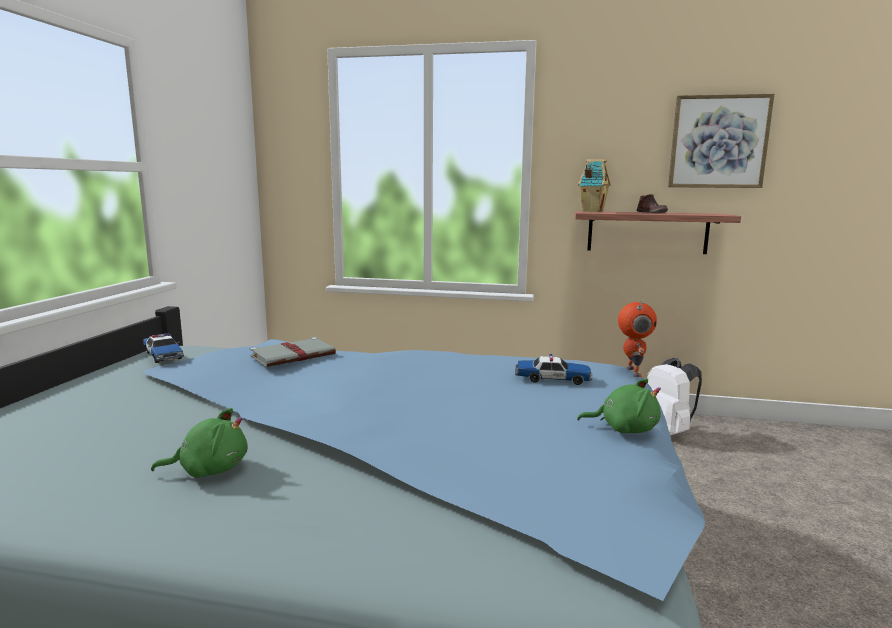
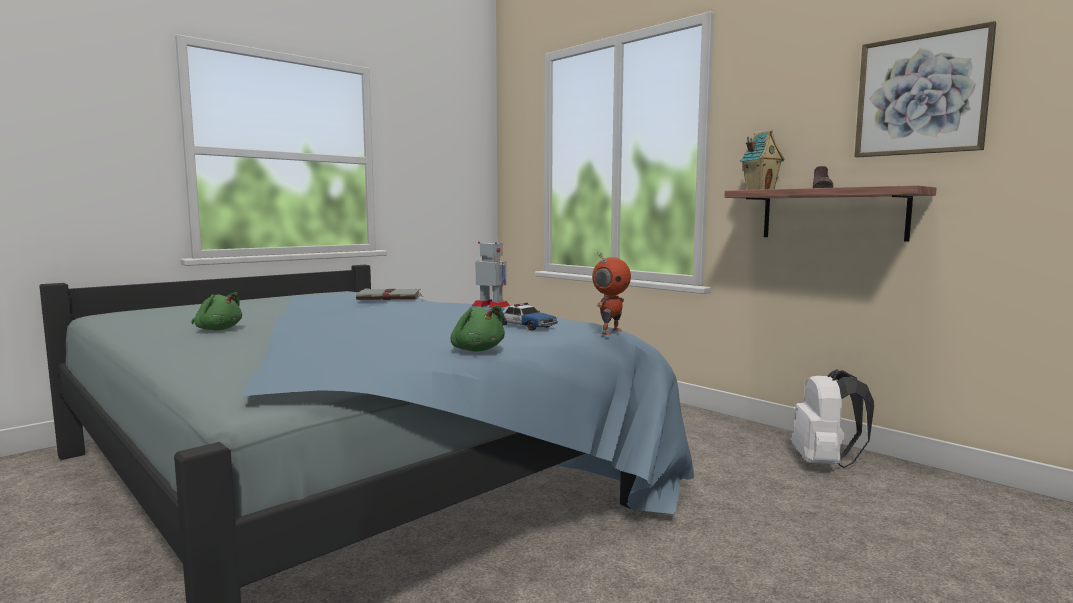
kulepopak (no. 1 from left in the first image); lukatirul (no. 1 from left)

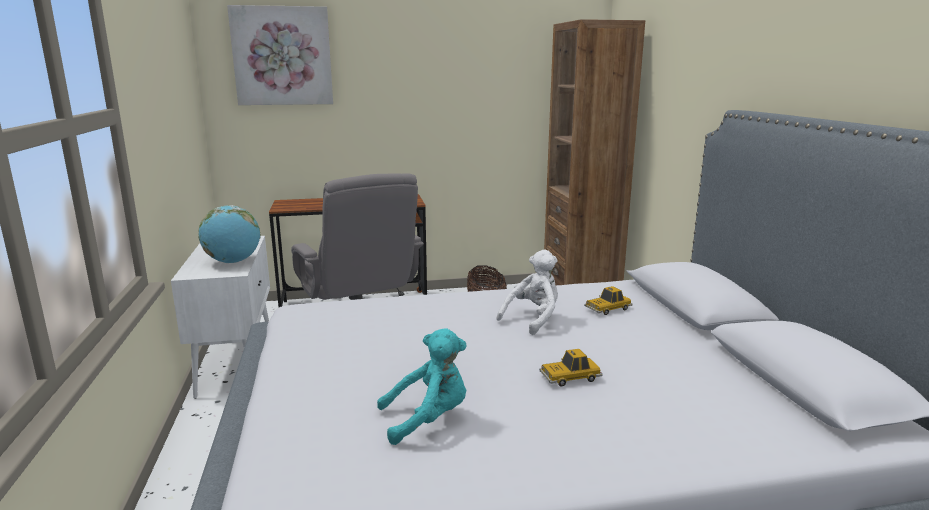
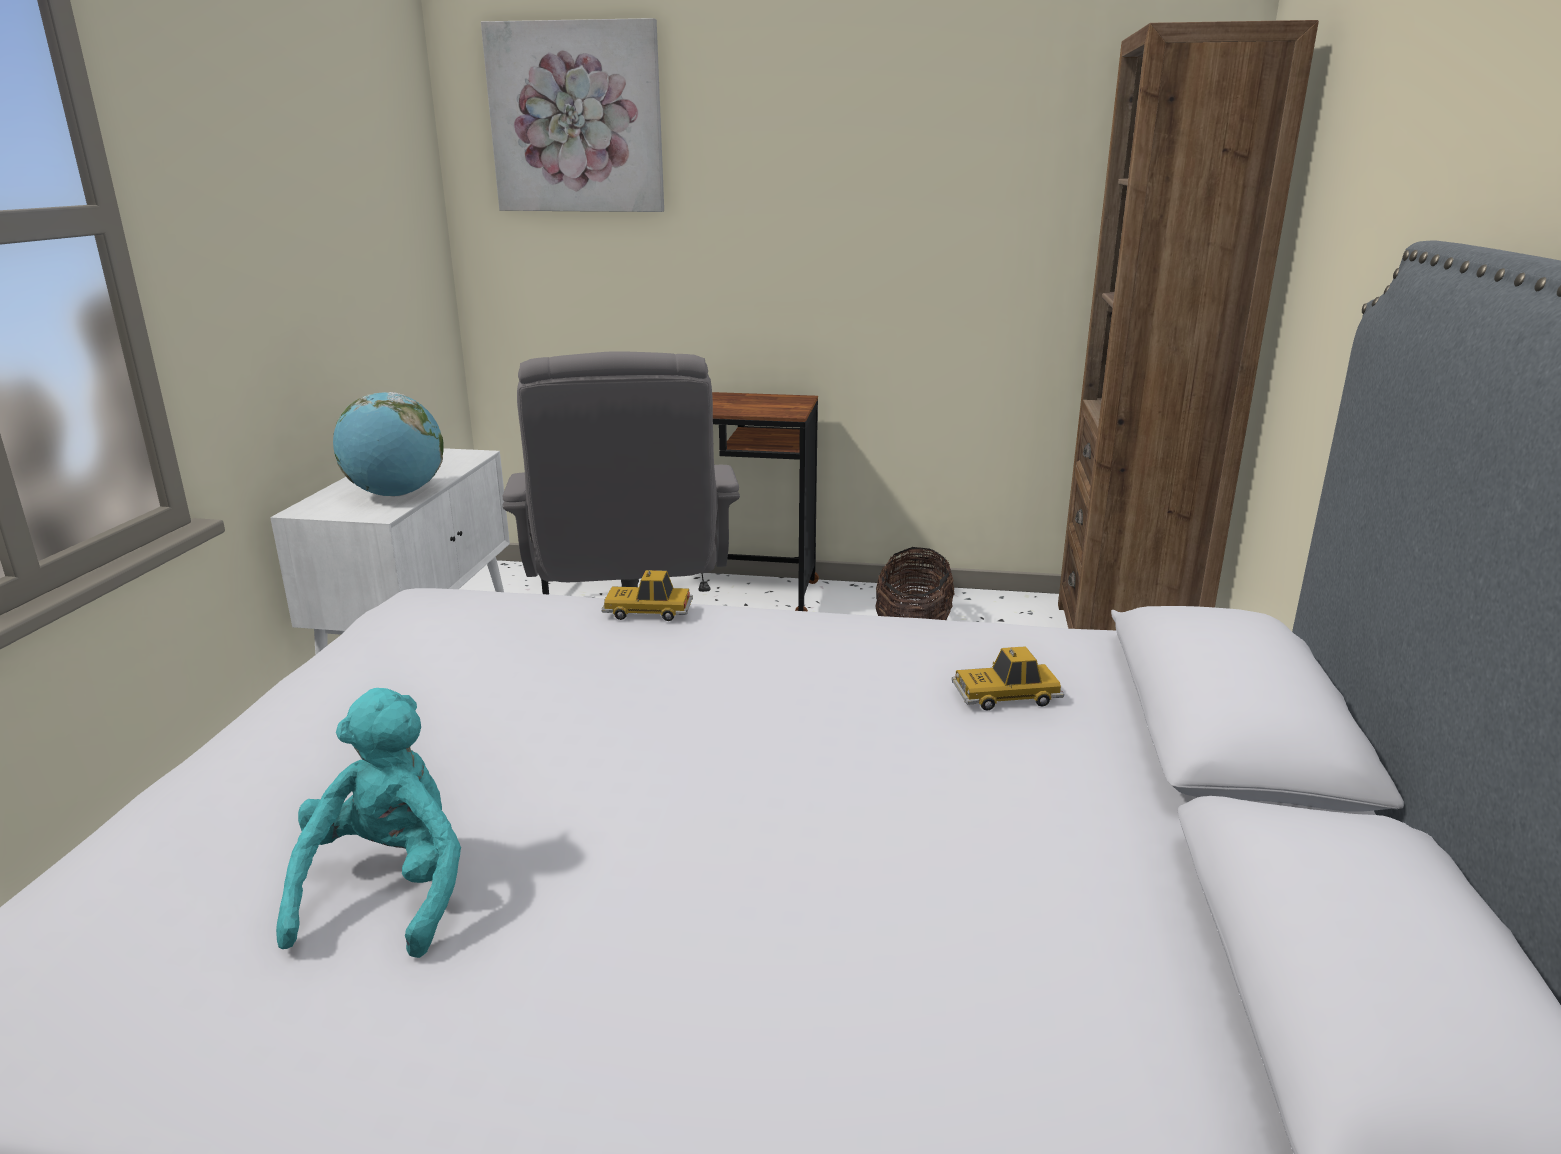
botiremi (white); kulepopak (no. 1 from left); botiremi (turquoise)

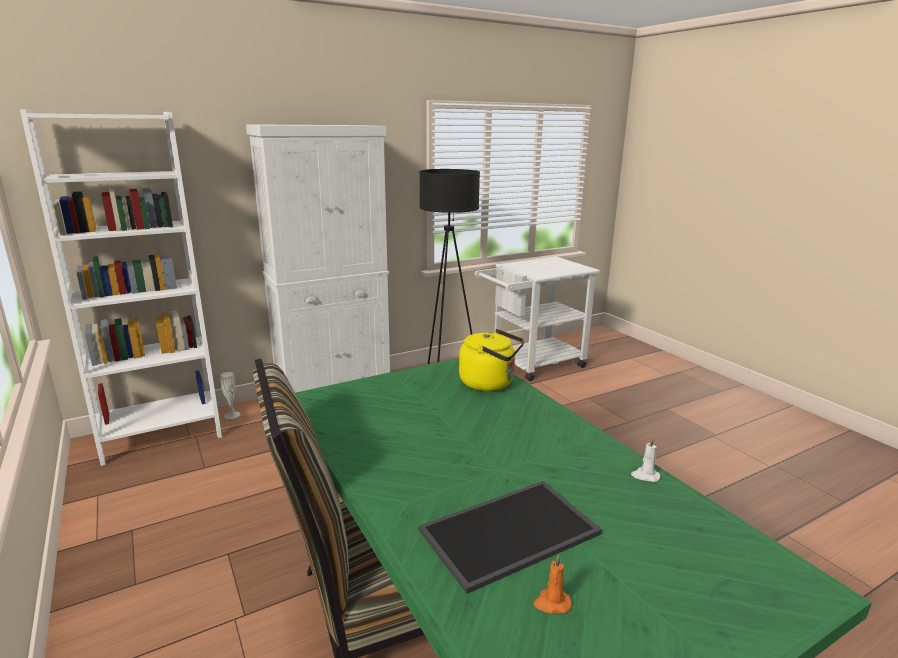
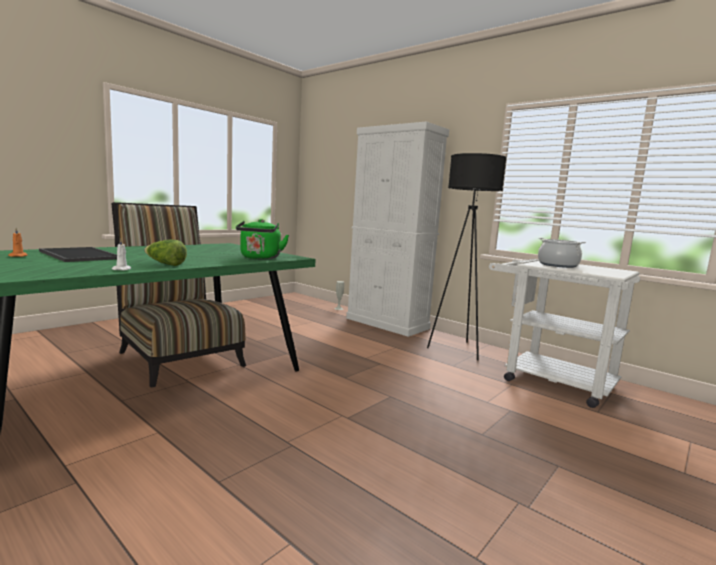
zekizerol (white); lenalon; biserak; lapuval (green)

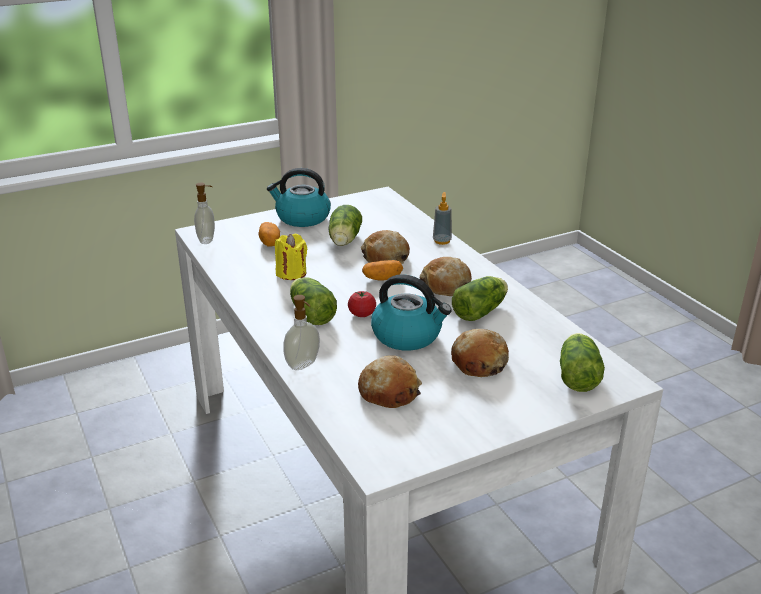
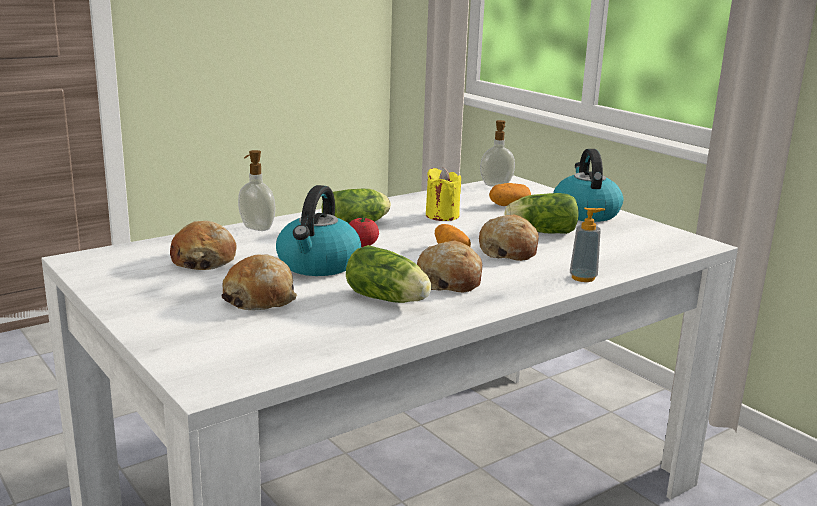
lenalon (no. 4 from left in the first image)

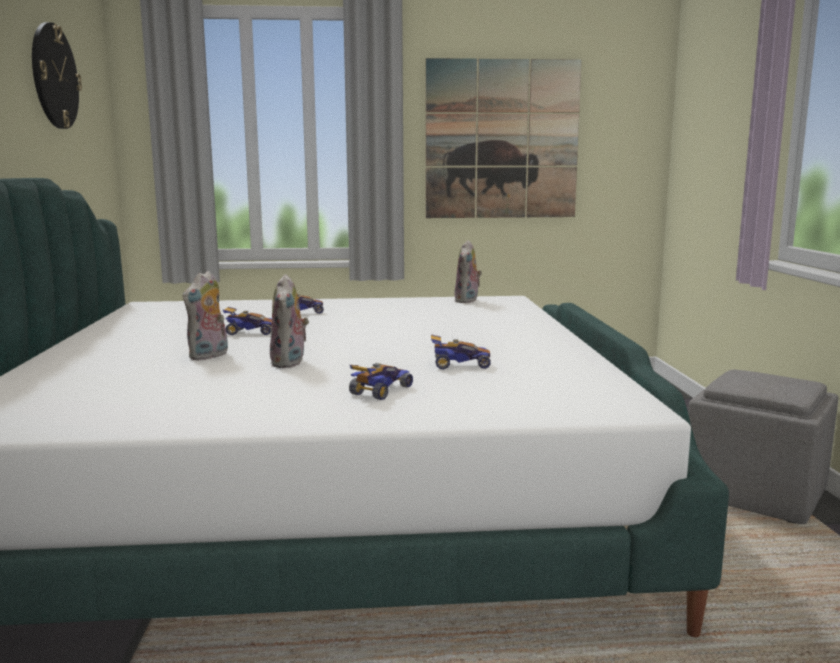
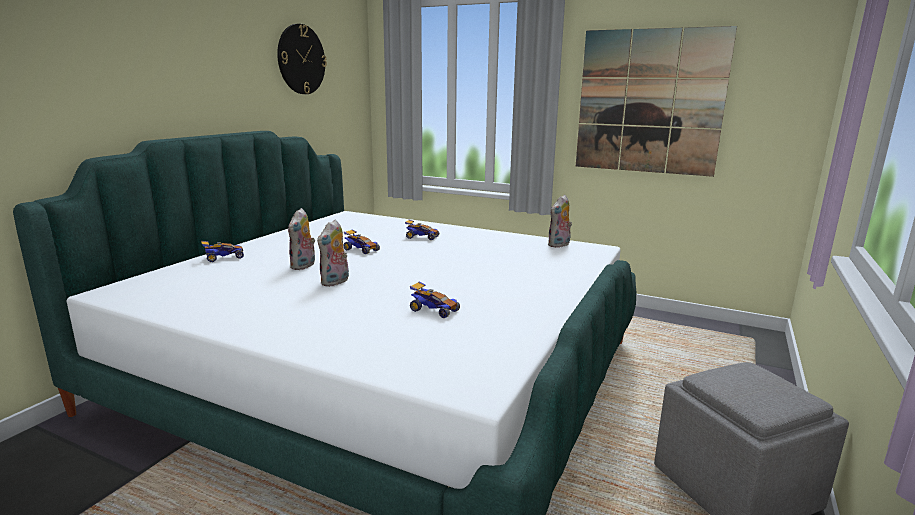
kulepopak (no. 1 from left); botiremi (no. 1 from left)

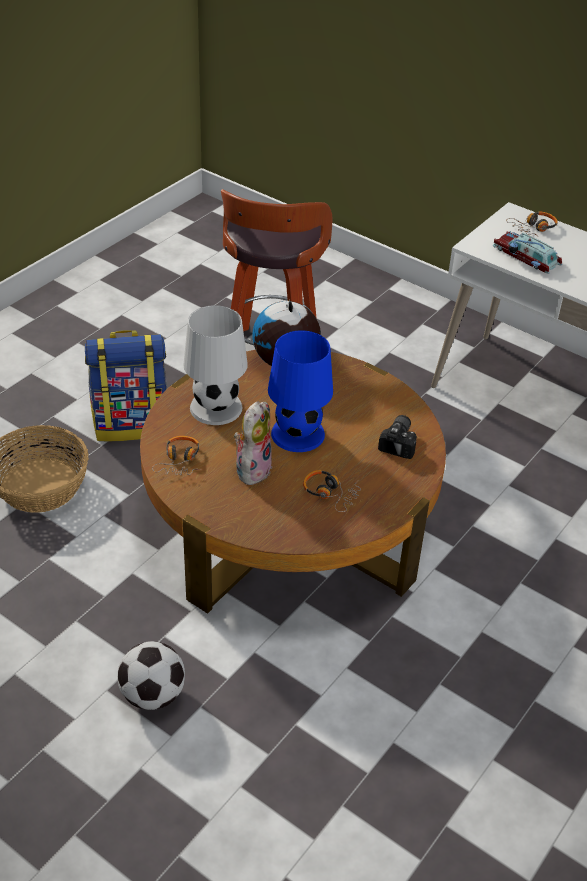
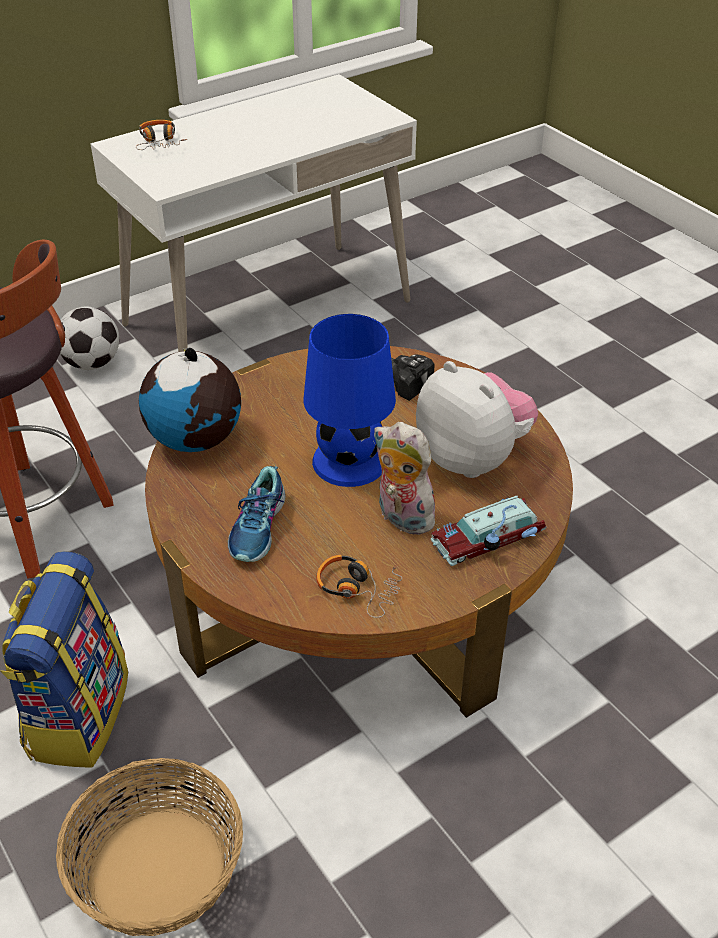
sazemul; kulepopak; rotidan; botiremi (no. 2 from left)

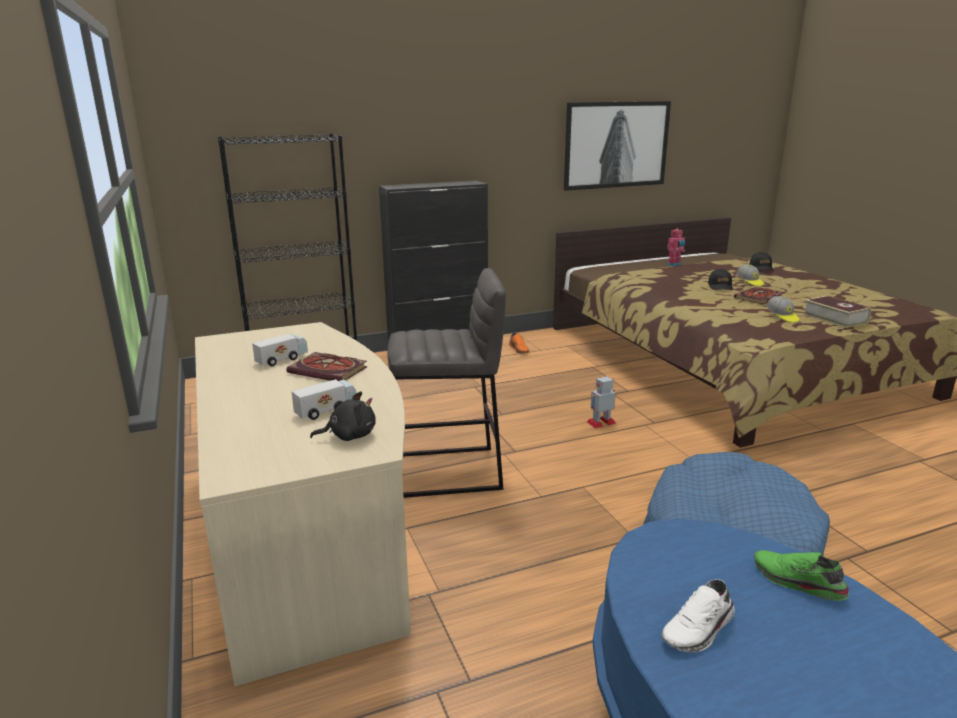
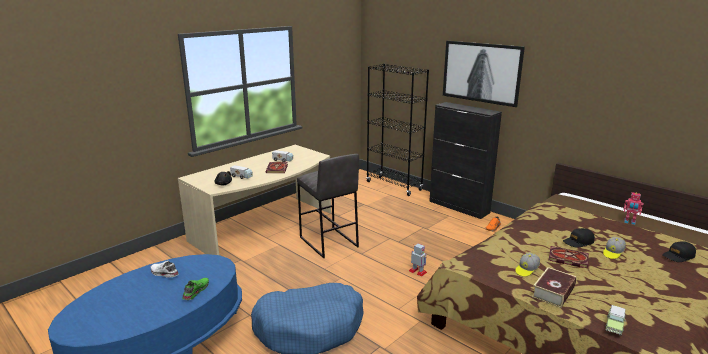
kulepopak; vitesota

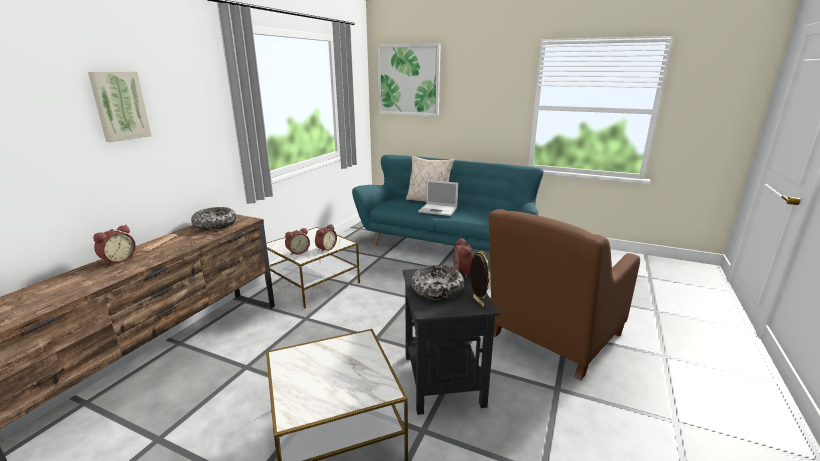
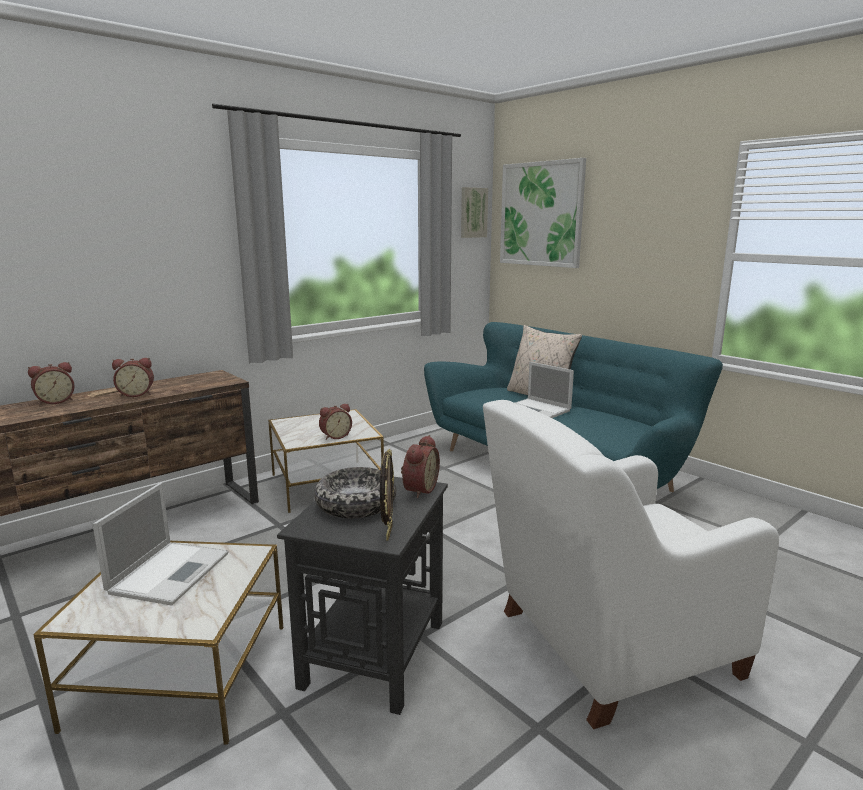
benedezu (no. 1 from left in the first image); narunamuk (no. 1 from left); vitesota (no. 1 from left); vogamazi (no. 2 from left); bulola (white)

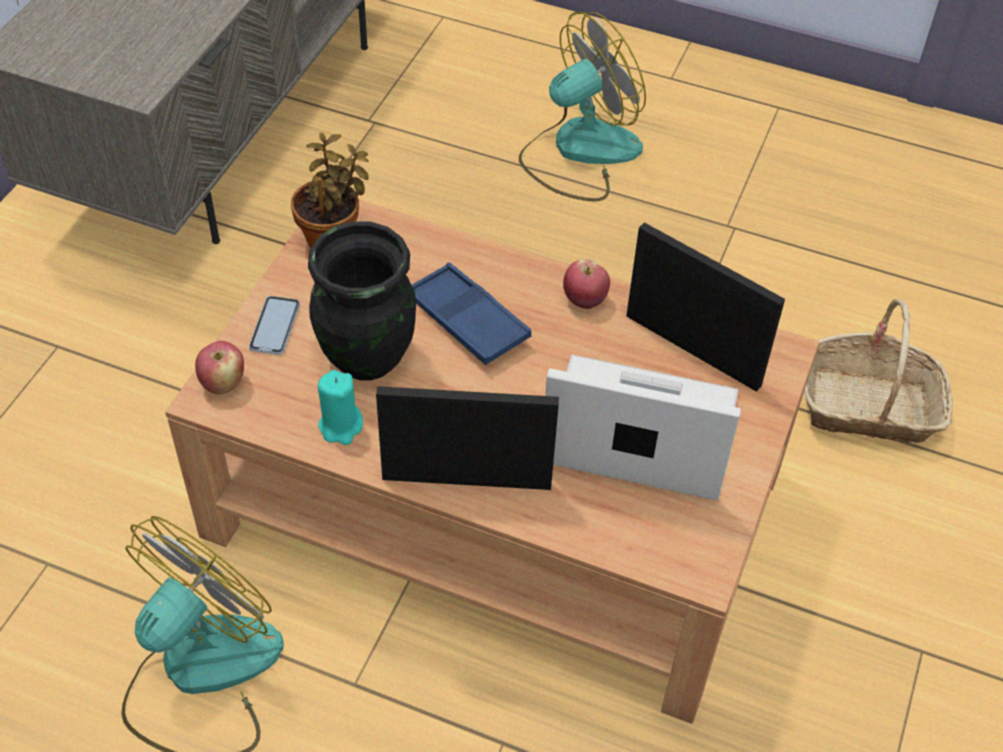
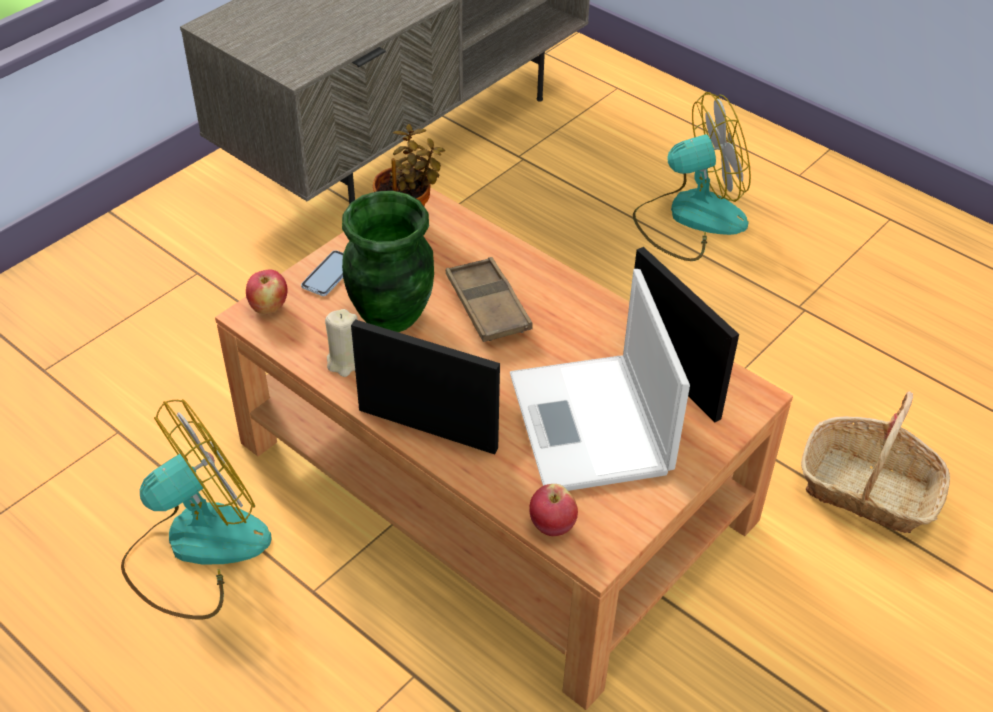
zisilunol (no. 2 from left); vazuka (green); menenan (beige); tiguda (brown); narunamuk

